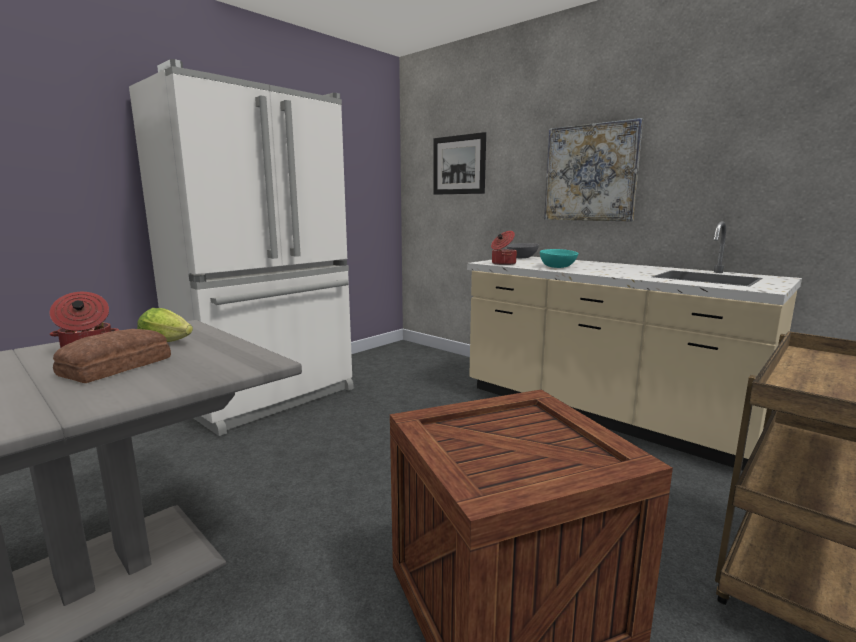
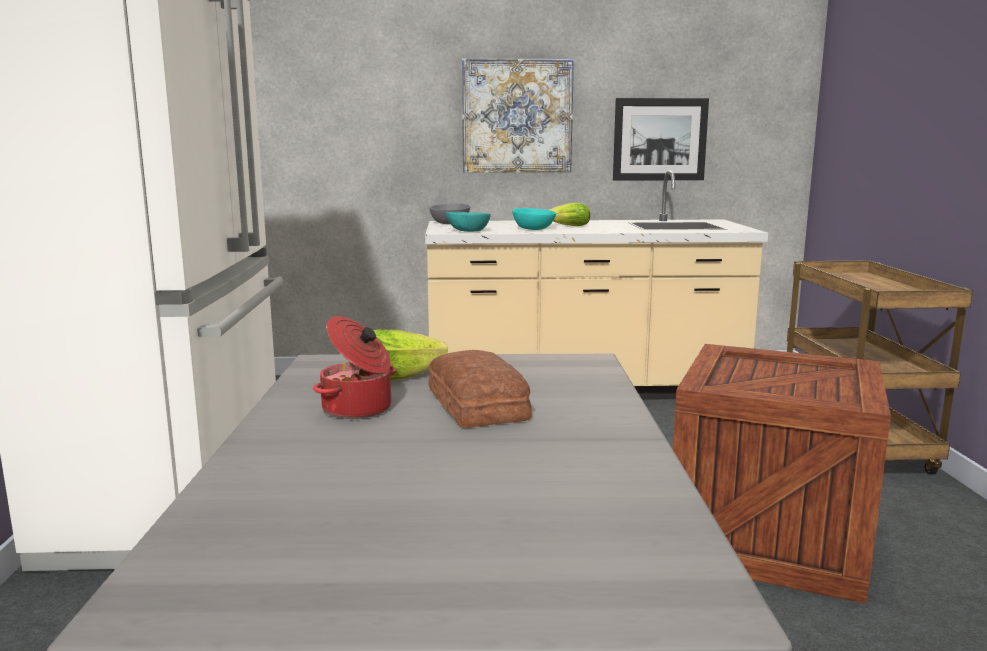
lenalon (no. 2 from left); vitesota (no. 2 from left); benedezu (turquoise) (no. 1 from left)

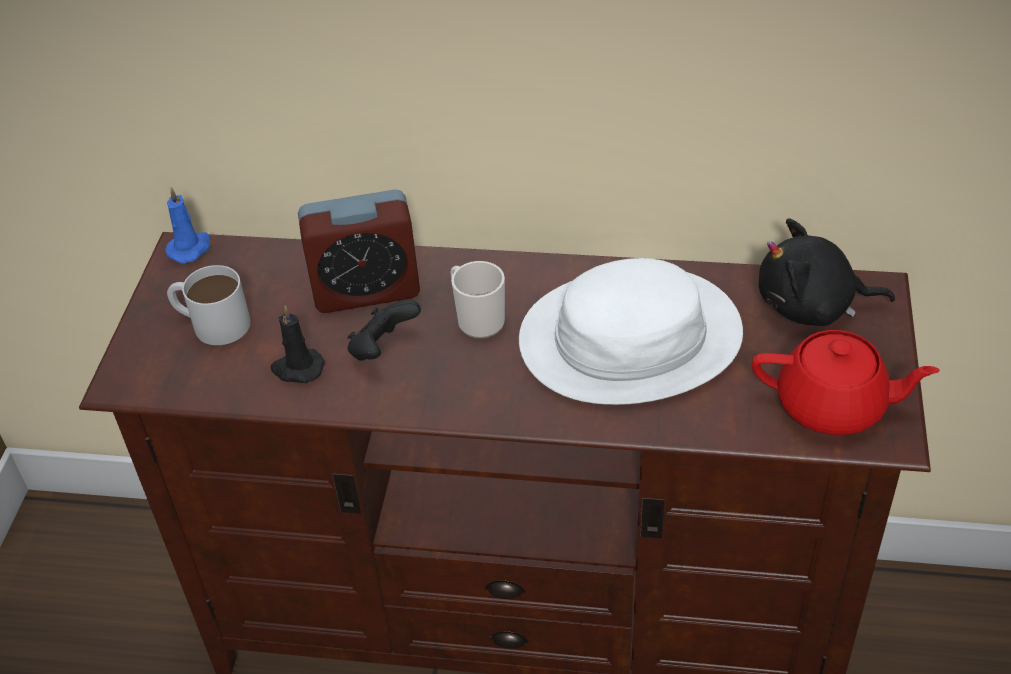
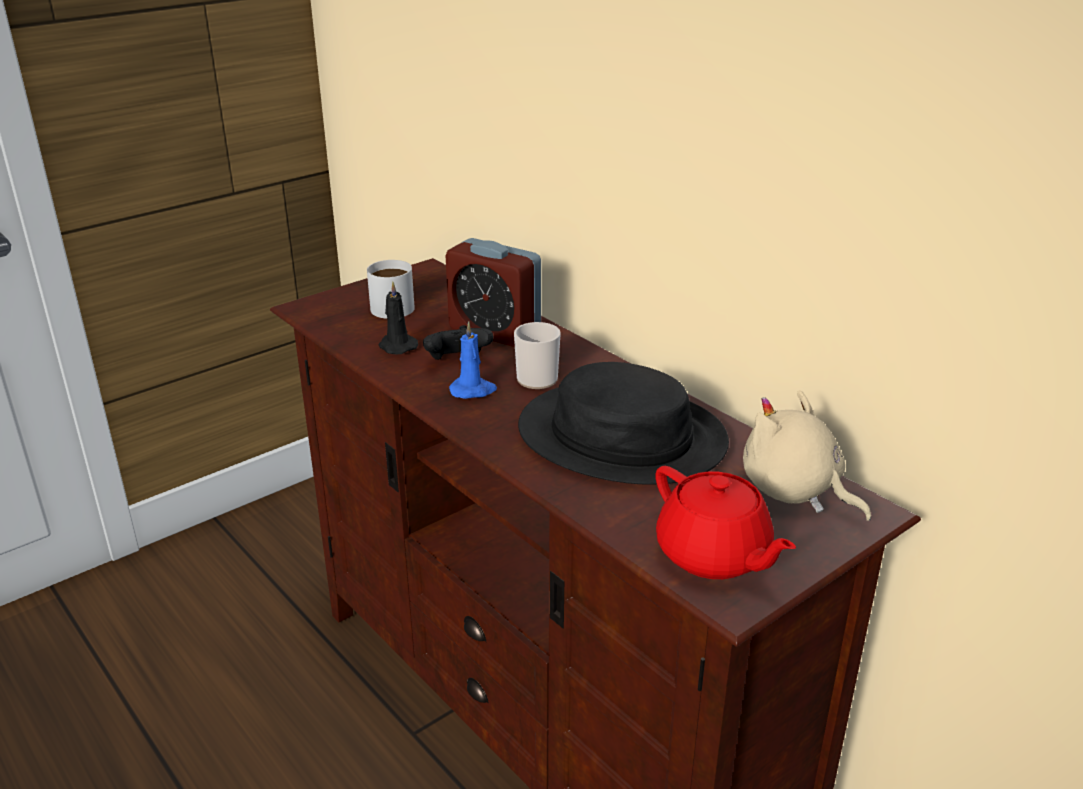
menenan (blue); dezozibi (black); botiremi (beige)

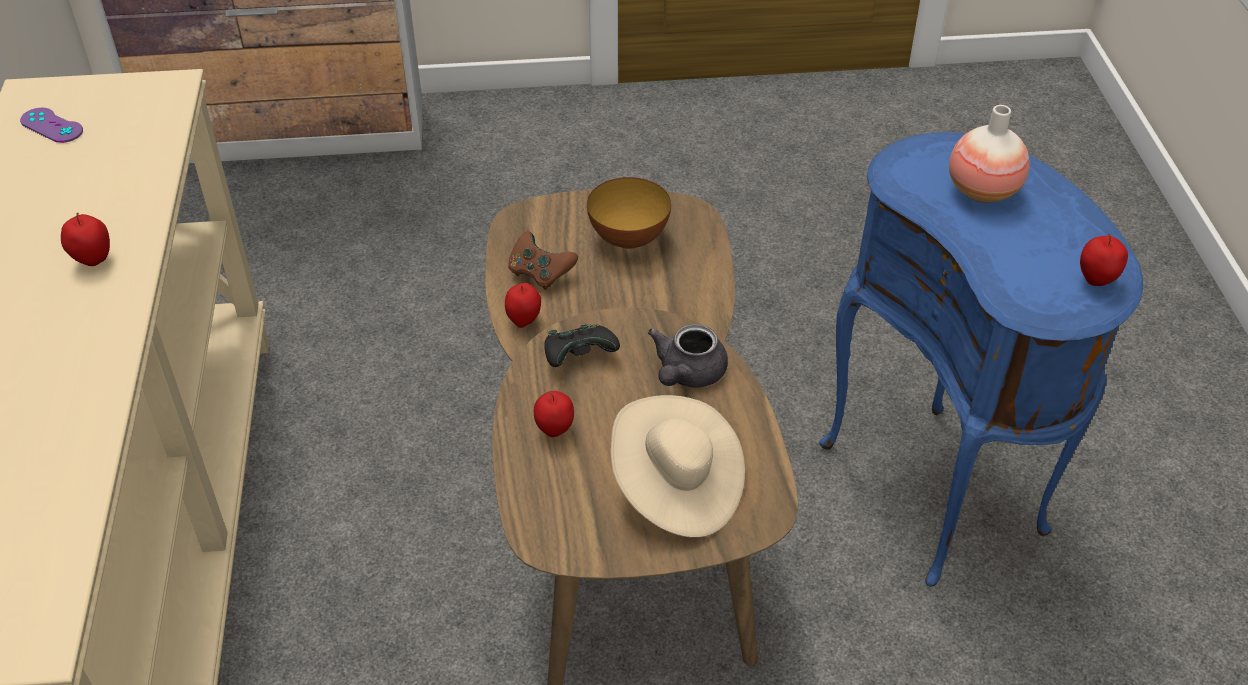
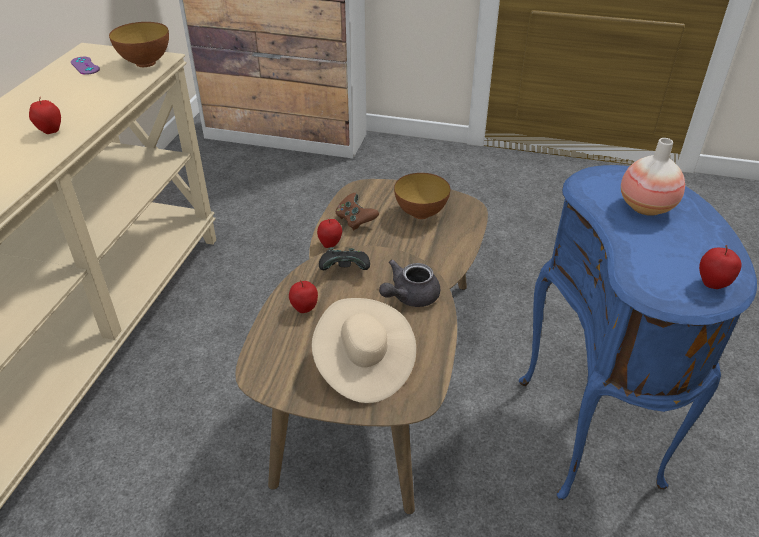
benedezu (no. 1 from left)

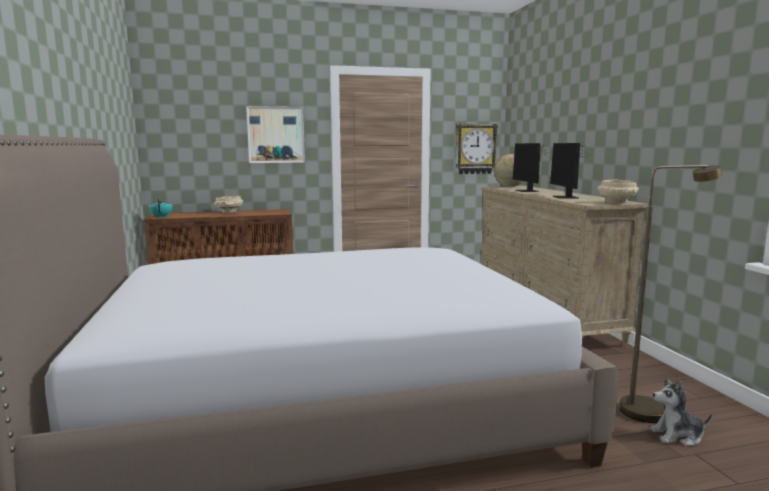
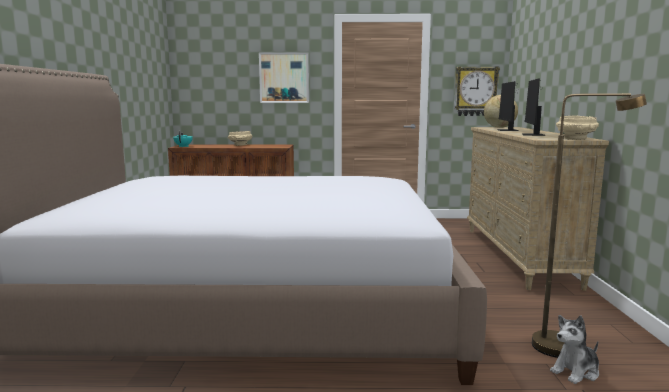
botiremi

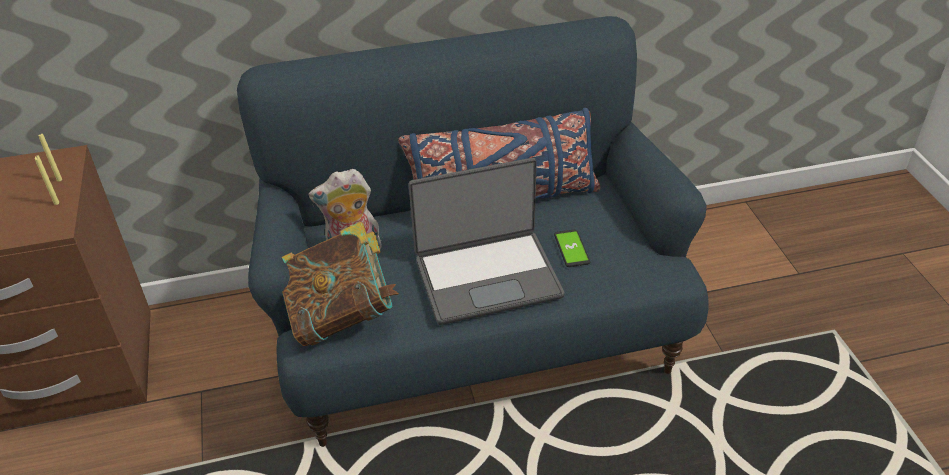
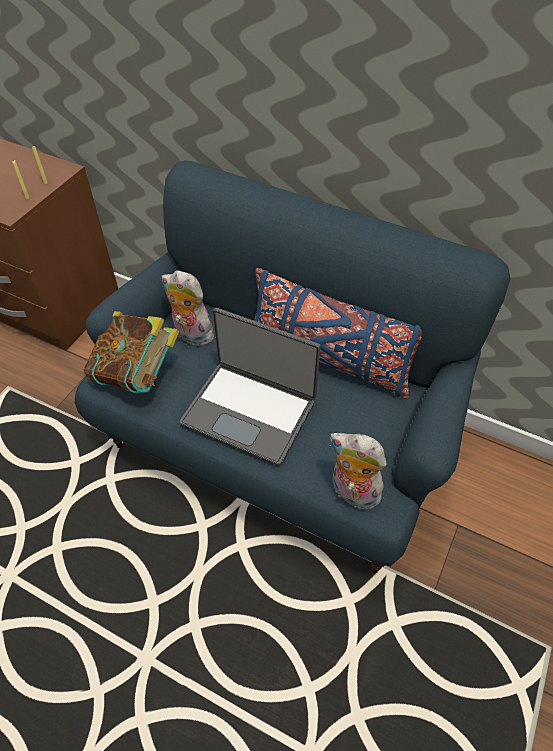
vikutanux; botiremi (no. 2 from left)

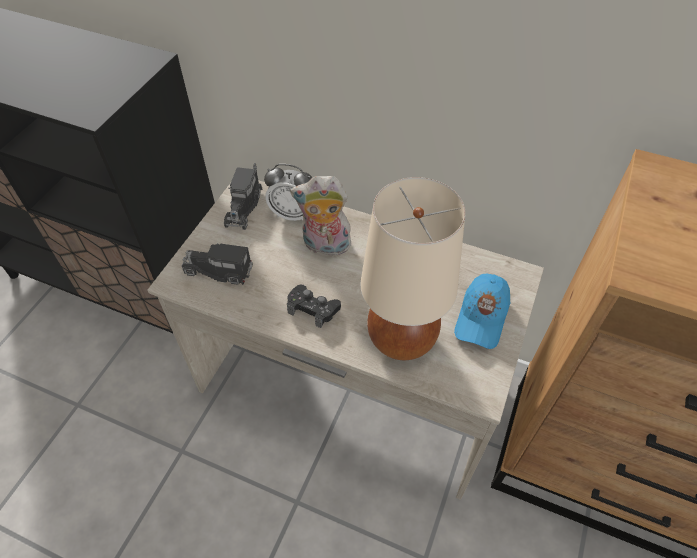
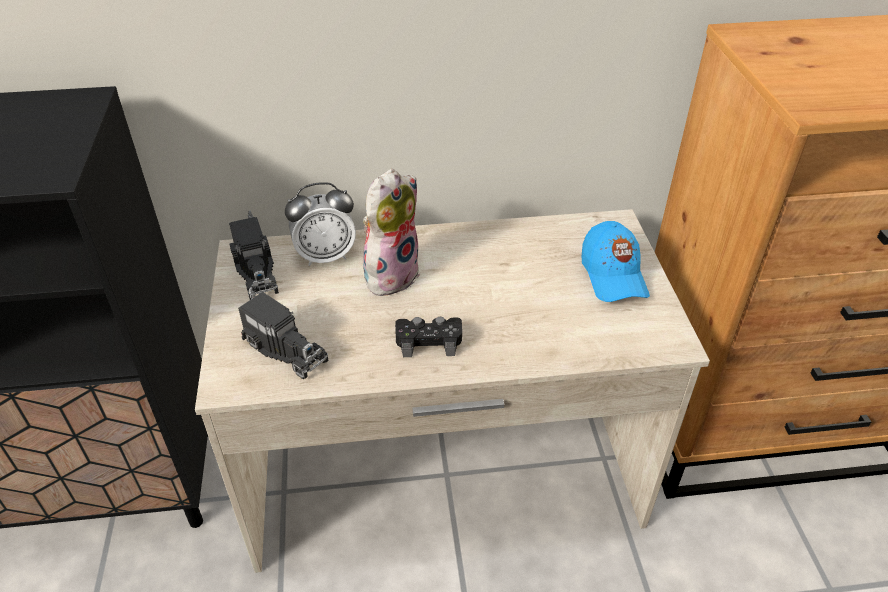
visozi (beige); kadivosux (no. 2 from left); botiremi

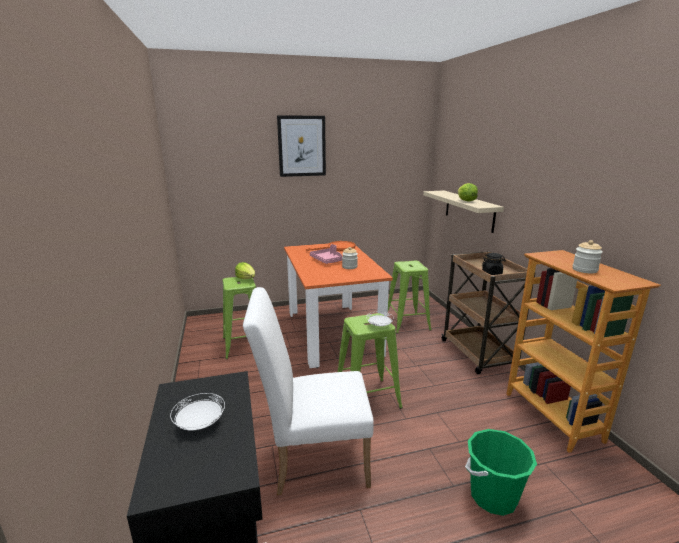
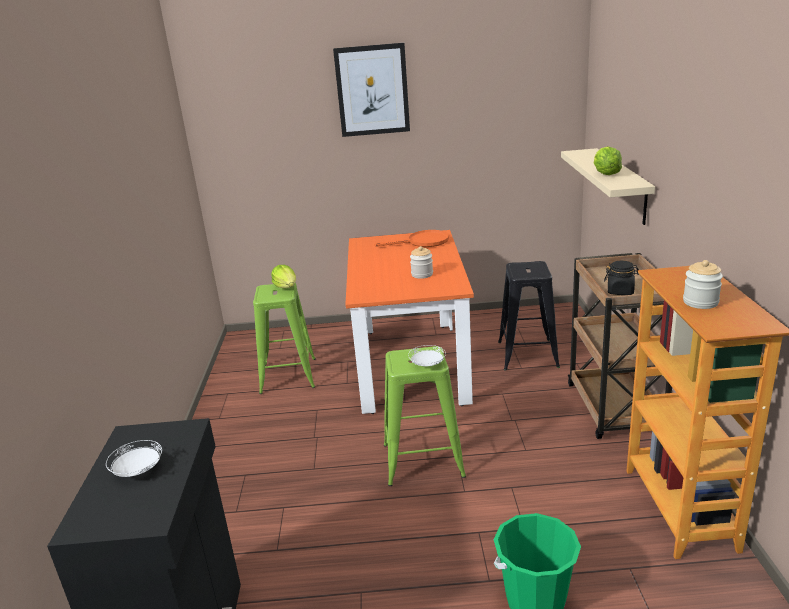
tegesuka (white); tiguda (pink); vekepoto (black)

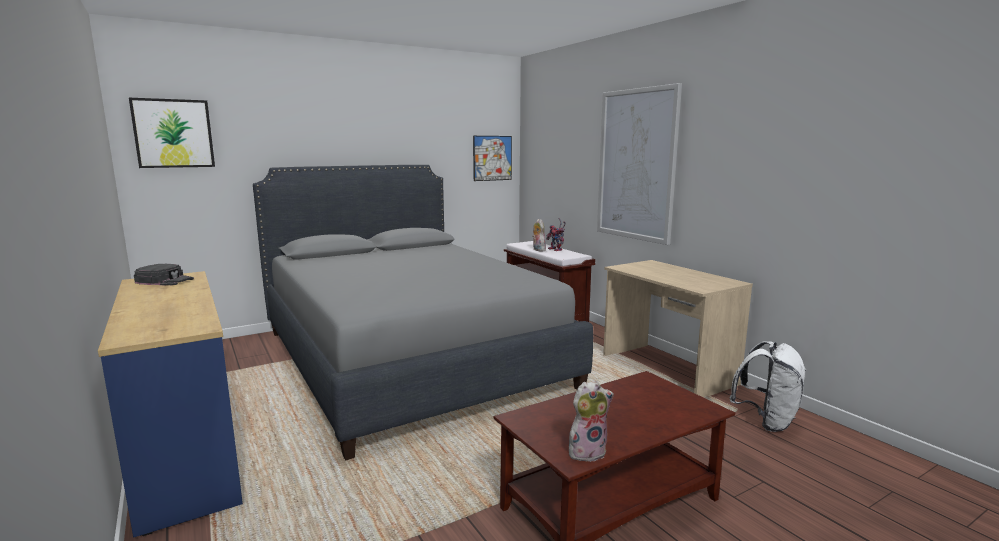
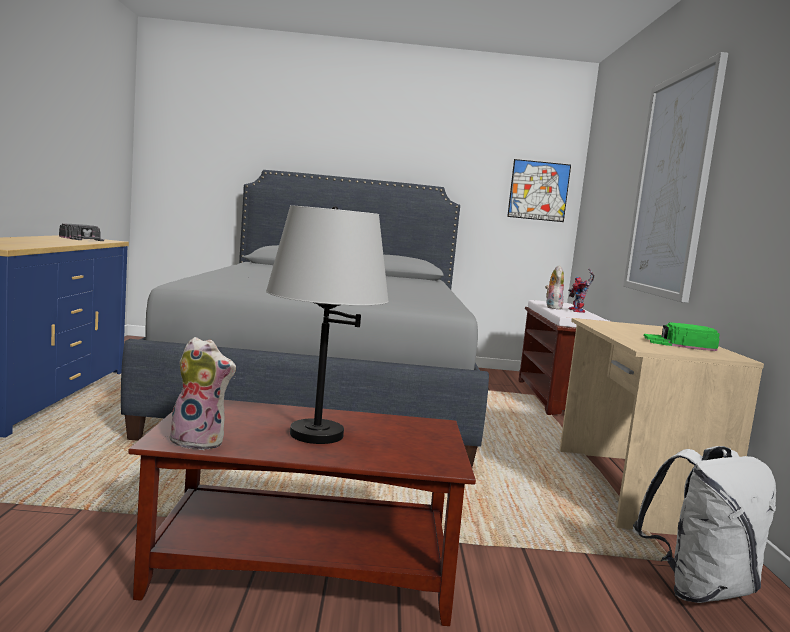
vitesota (no. 1 from left in the first image); visozi (grey); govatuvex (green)

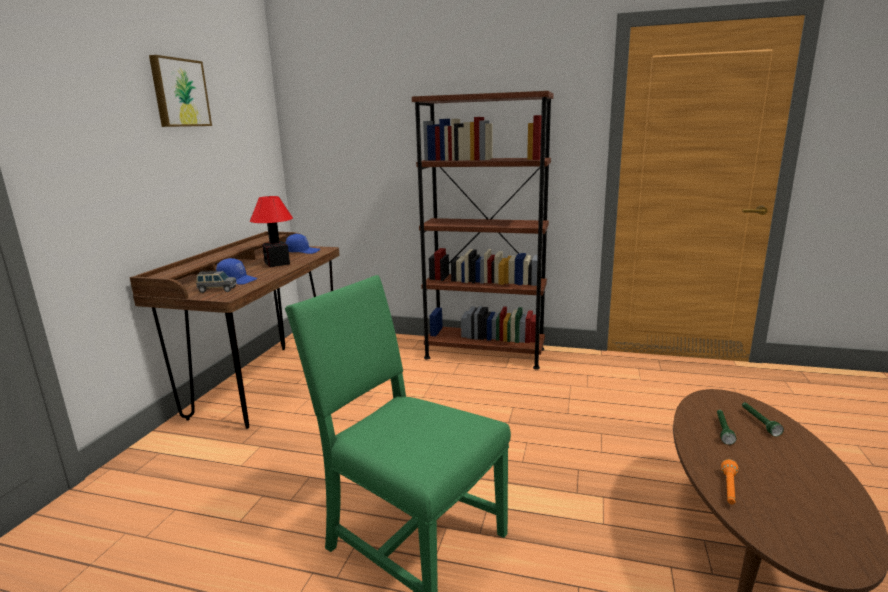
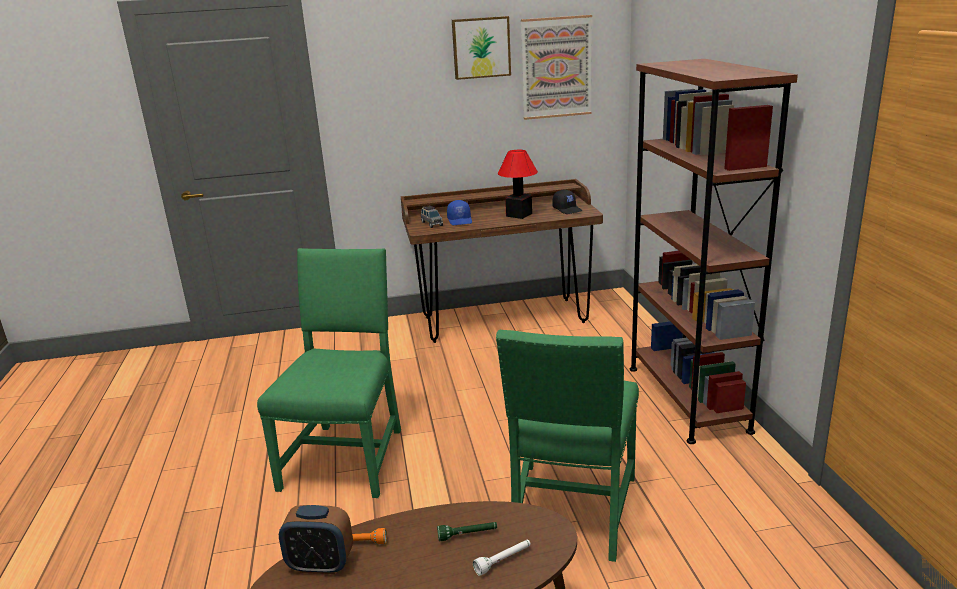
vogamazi; tegesuka (green) (no. 2 from left); vitesota (no. 2 from left); govatuvex (black); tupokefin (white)

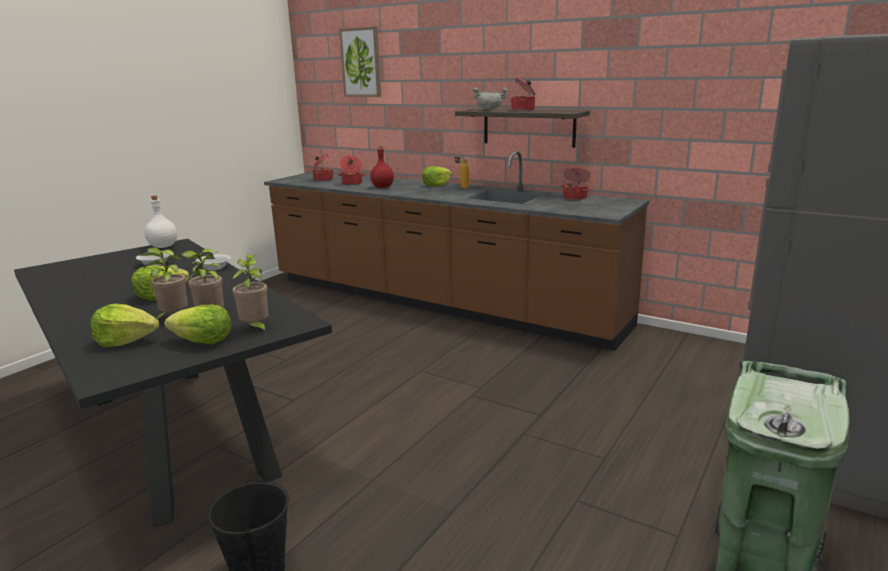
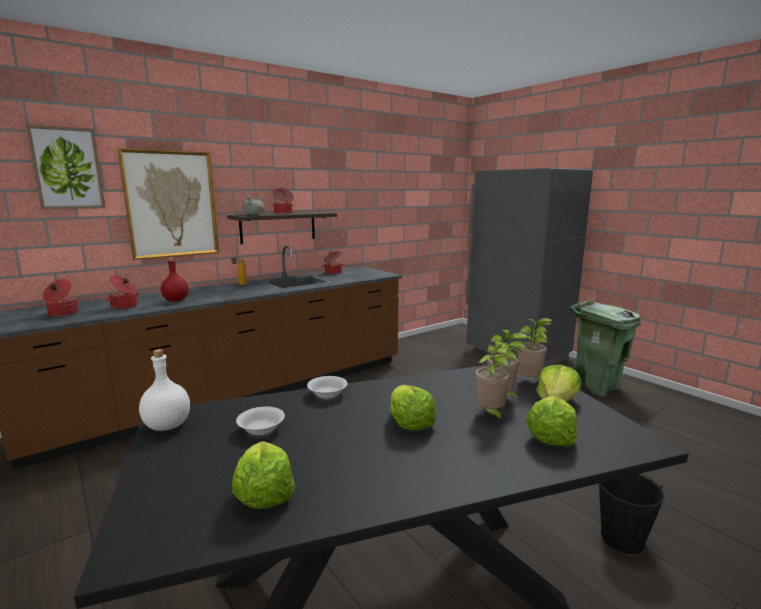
vitesota (no. 2 from left); lenalon (no. 1 from left)

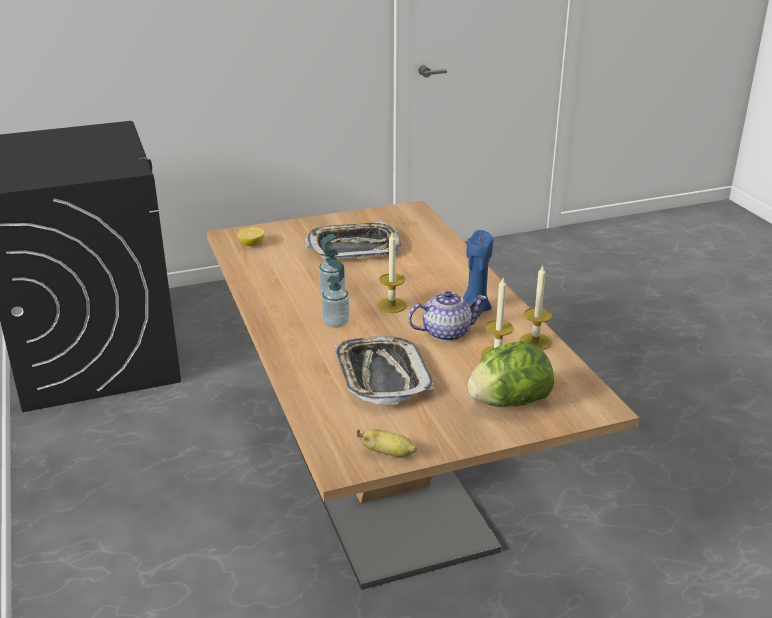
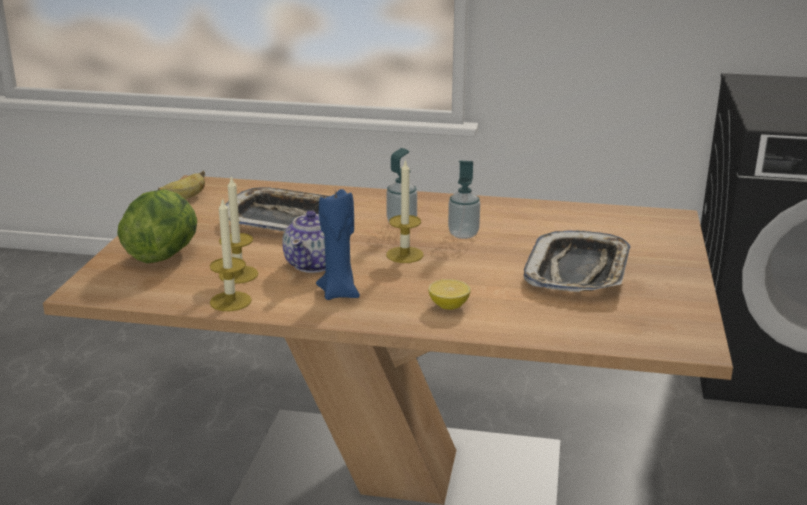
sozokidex

